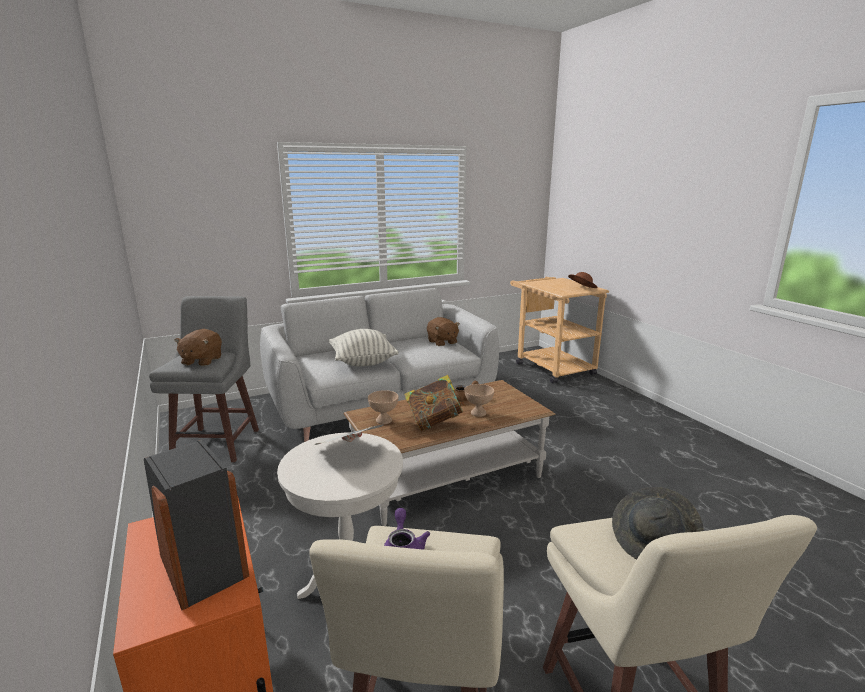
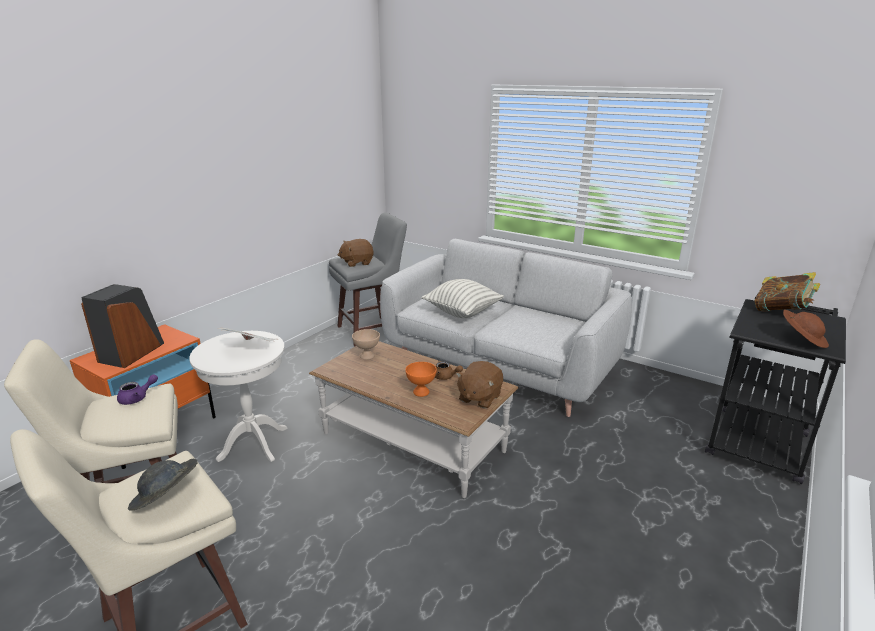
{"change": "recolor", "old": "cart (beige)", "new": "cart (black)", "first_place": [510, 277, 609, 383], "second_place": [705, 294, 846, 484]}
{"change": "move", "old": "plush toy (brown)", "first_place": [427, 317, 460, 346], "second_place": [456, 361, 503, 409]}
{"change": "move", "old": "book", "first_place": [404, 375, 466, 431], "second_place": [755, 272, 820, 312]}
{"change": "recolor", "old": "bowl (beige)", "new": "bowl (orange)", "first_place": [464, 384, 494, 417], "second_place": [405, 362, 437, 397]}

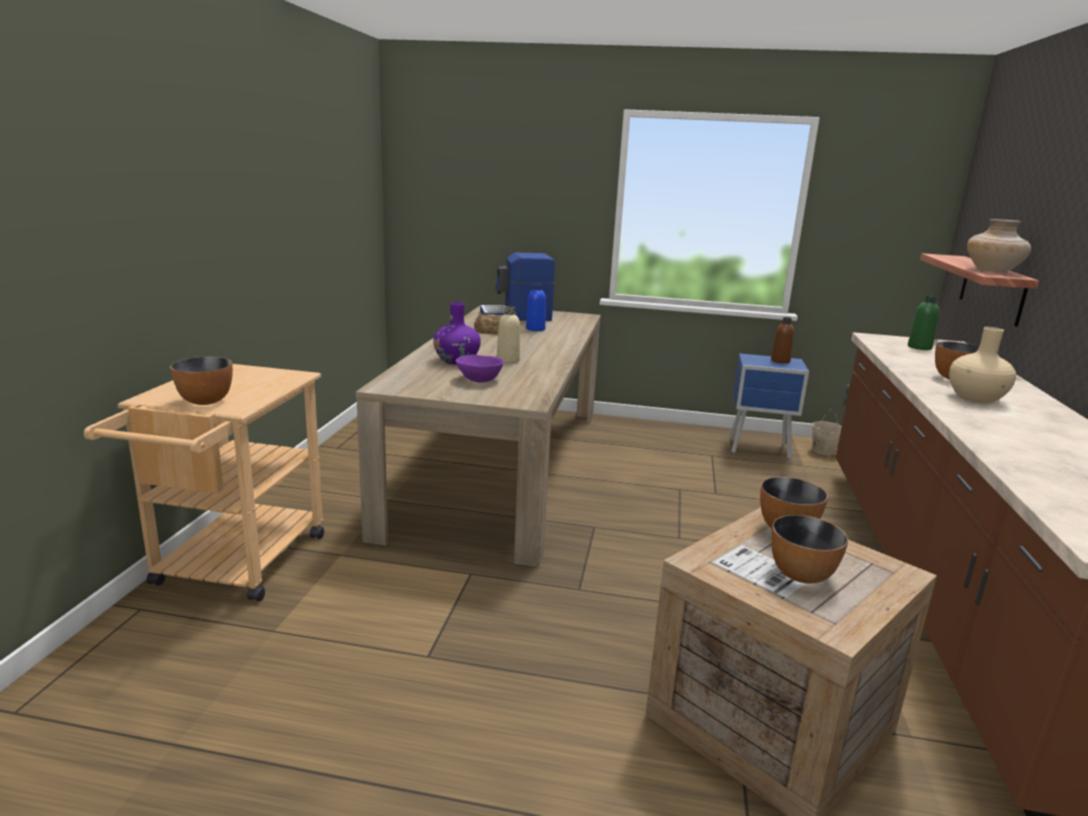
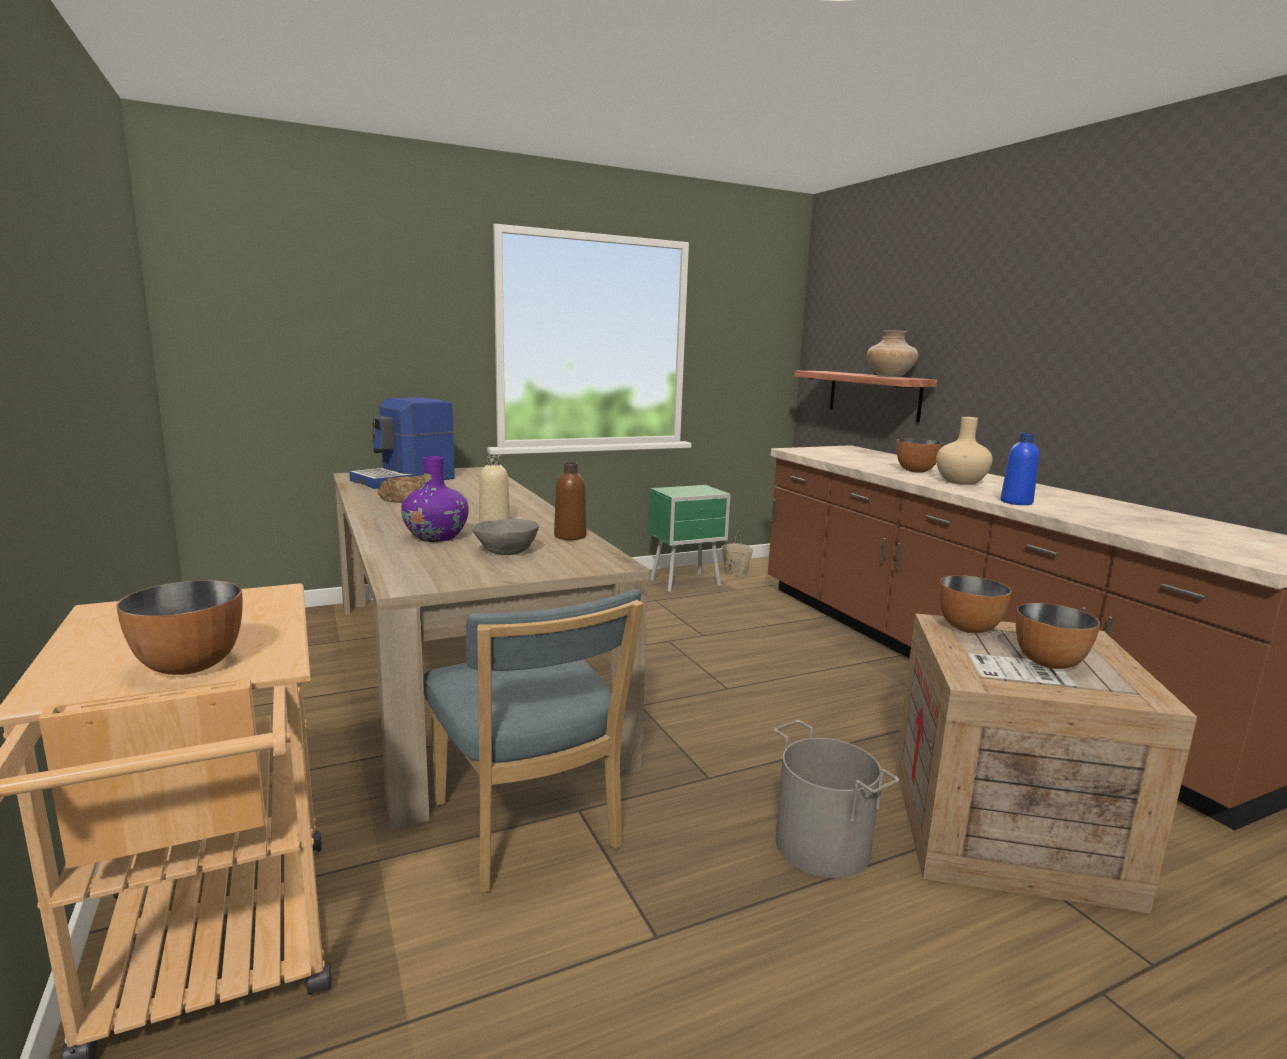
{"change": "move", "old": "bottle (blue)", "first_place": [526, 283, 546, 331], "second_place": [1000, 433, 1039, 505]}
{"change": "delete", "old": "bottle (green)", "first_place": [908, 295, 939, 350]}
{"change": "move", "old": "bottle (brown)", "first_place": [771, 317, 794, 363], "second_place": [554, 462, 586, 540]}
{"change": "recolor", "old": "nightstand (blue)", "new": "nightstand (green)", "first_place": [729, 353, 809, 459], "second_place": [648, 485, 730, 593]}
{"change": "recolor", "old": "bowl (purple)", "new": "bowl (grey)", "first_place": [456, 355, 504, 383], "second_place": [472, 519, 539, 555]}
{"change": "insert", "new": "chair (blue)", "second_place": [423, 589, 644, 892]}
{"change": "insert", "new": "bucket (grey)", "second_place": [773, 720, 899, 878]}

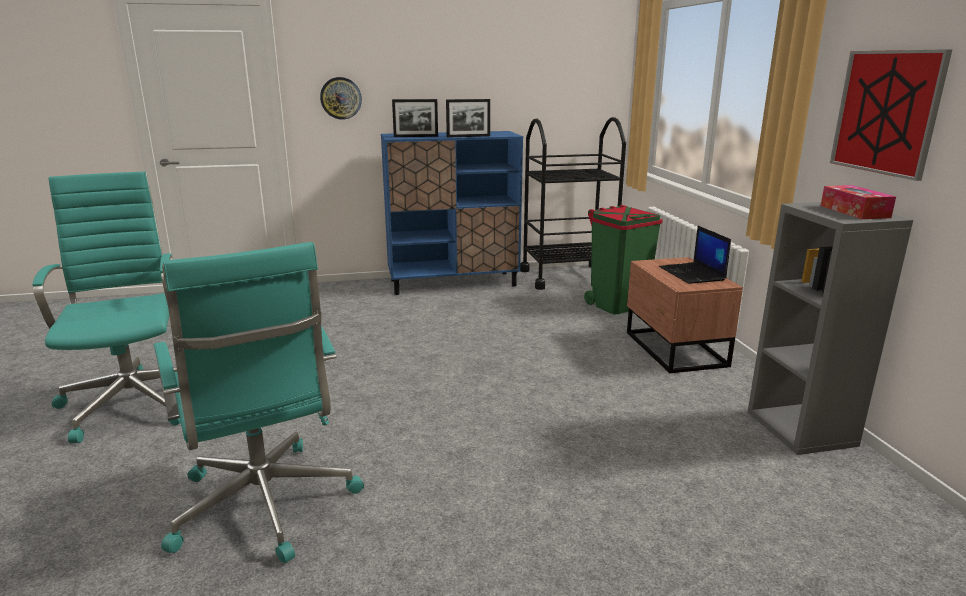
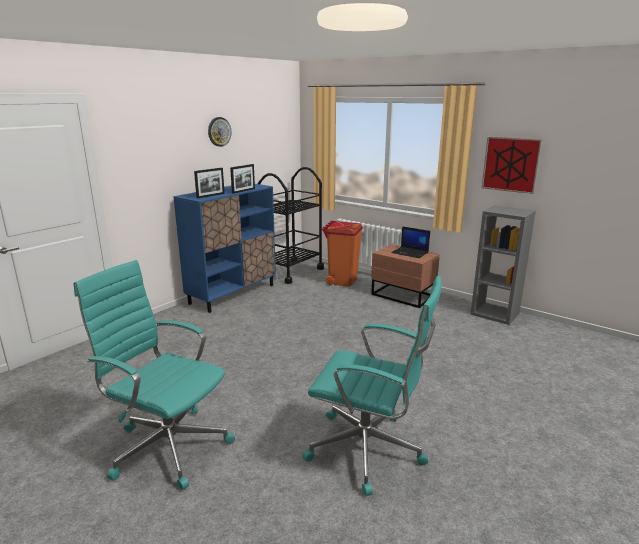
{"change": "move", "old": "wall clock", "first_place": [320, 77, 362, 120], "second_place": [208, 117, 231, 147]}
{"change": "delete", "old": "tissue box", "first_place": [821, 185, 896, 219]}
{"change": "recolor", "old": "trash can (green)", "new": "trash can (orange)", "first_place": [584, 205, 662, 315], "second_place": [322, 221, 363, 287]}

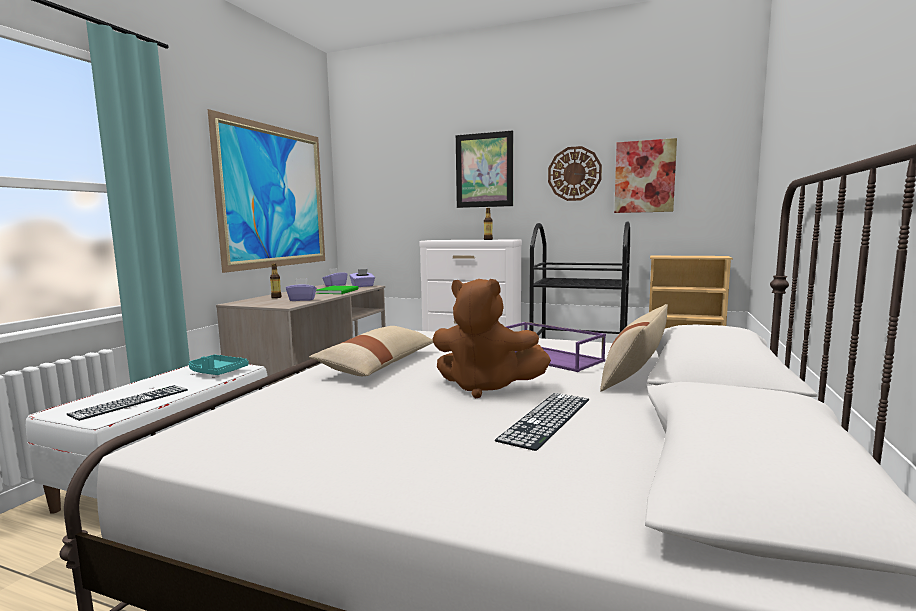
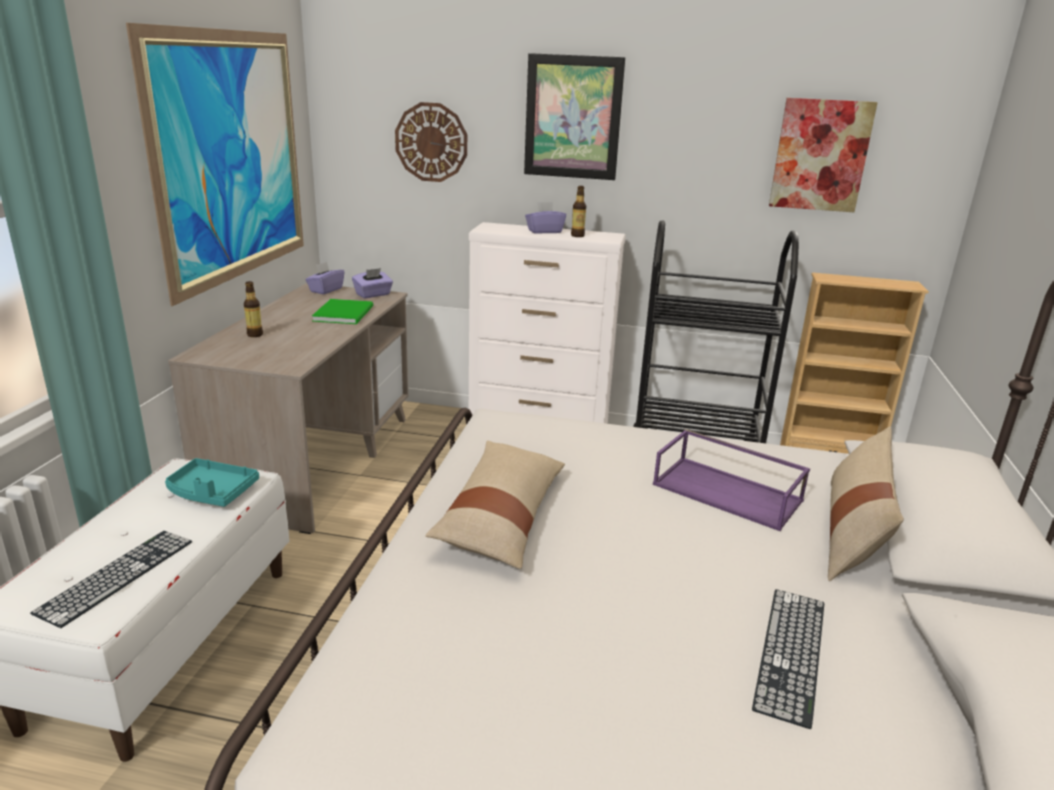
{"change": "move", "old": "wall clock", "first_place": [548, 146, 602, 201], "second_place": [395, 102, 467, 182]}
{"change": "move", "old": "tissue box (purple)", "first_place": [286, 278, 317, 301], "second_place": [525, 202, 566, 234]}
{"change": "delete", "old": "plush toy (brown)", "first_place": [432, 279, 551, 398]}

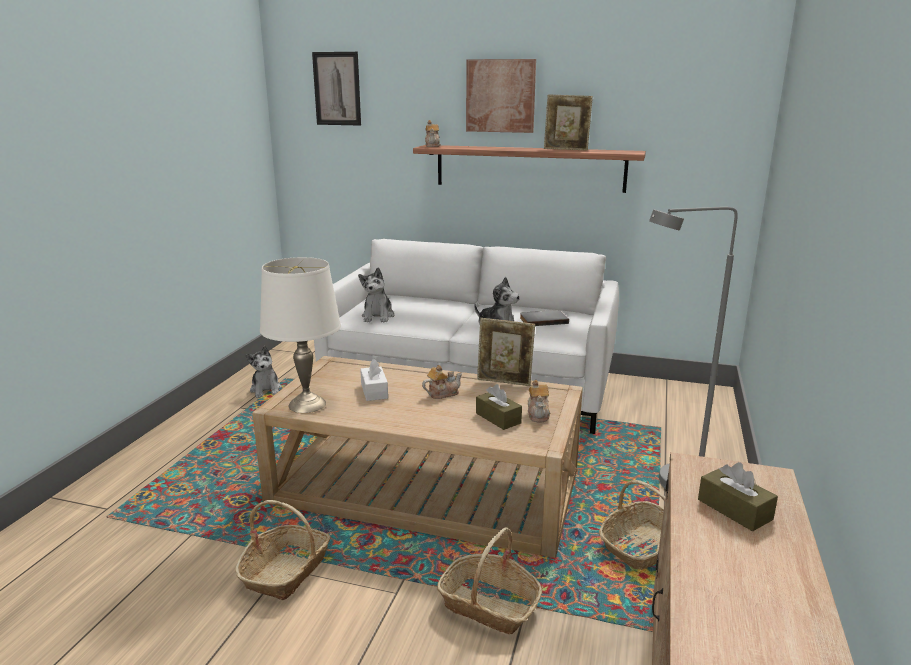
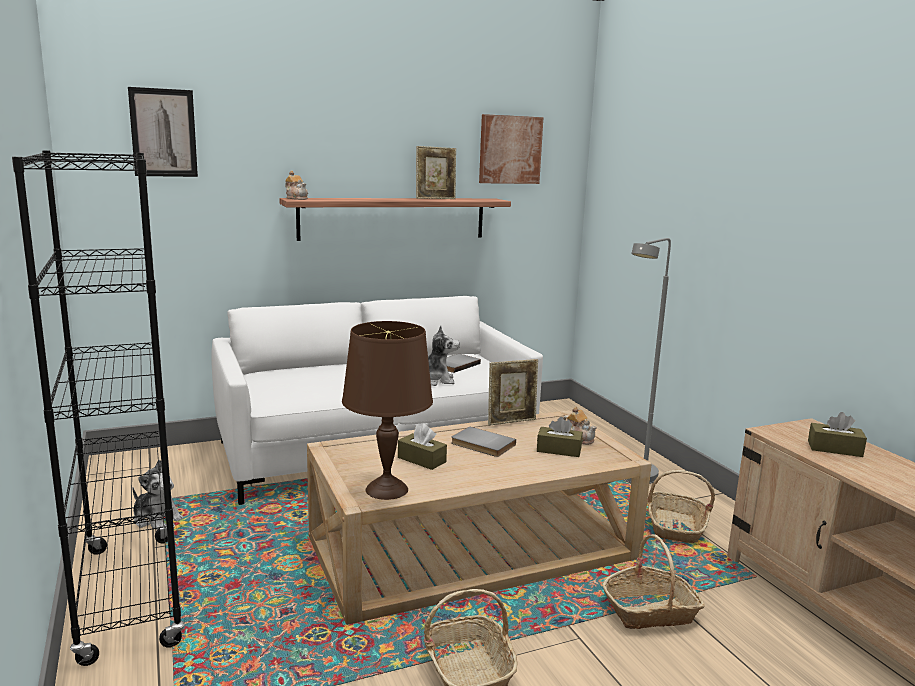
{"change": "move", "old": "picture", "first_place": [466, 59, 536, 133], "second_place": [479, 114, 543, 184]}
{"change": "recolor", "old": "table lamp (white)", "new": "table lamp (brown)", "first_place": [260, 257, 341, 413], "second_place": [342, 321, 433, 500]}
{"change": "delete", "old": "plush toy", "first_place": [358, 268, 394, 322]}
{"change": "recolor", "old": "tissue box (white)", "new": "tissue box (brown)", "first_place": [360, 359, 388, 401], "second_place": [398, 424, 447, 470]}
{"change": "replace", "old": "teapot", "new": "book (grey)", "first_place": [422, 365, 462, 399], "second_place": [451, 426, 516, 457]}
{"change": "insert", "new": "bookcase (black)", "second_place": [12, 150, 185, 666]}

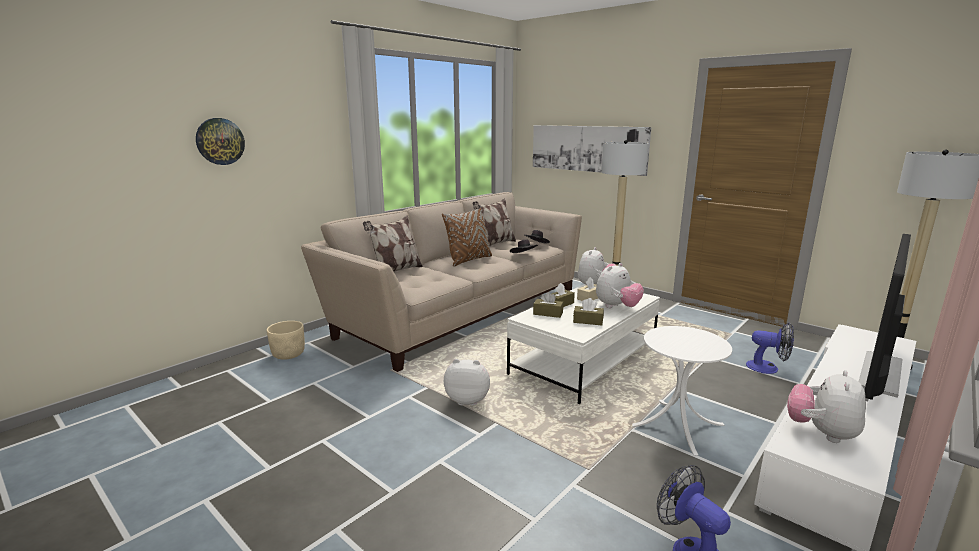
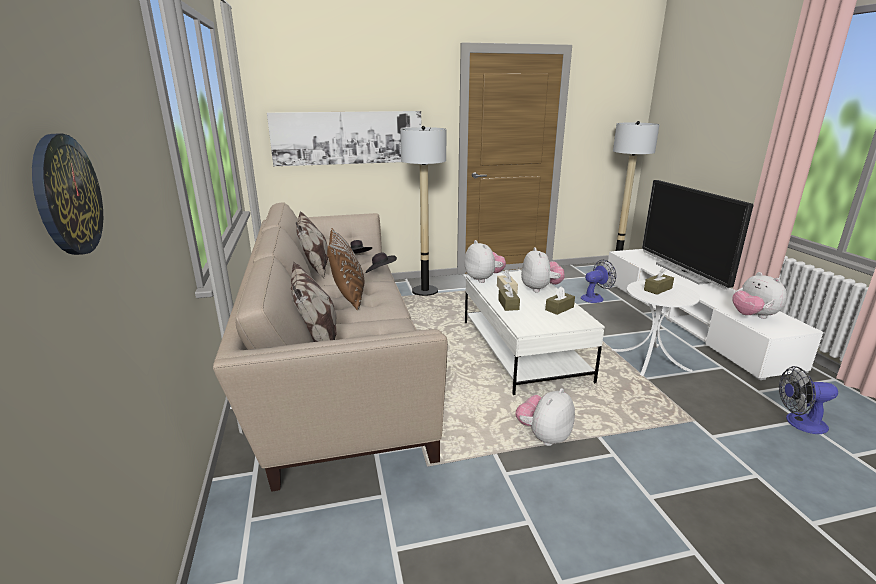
{"change": "move", "old": "tissue box (brown)", "first_place": [533, 292, 563, 318], "second_place": [644, 268, 674, 295]}
{"change": "delete", "old": "planter (beige)", "first_place": [267, 321, 305, 360]}

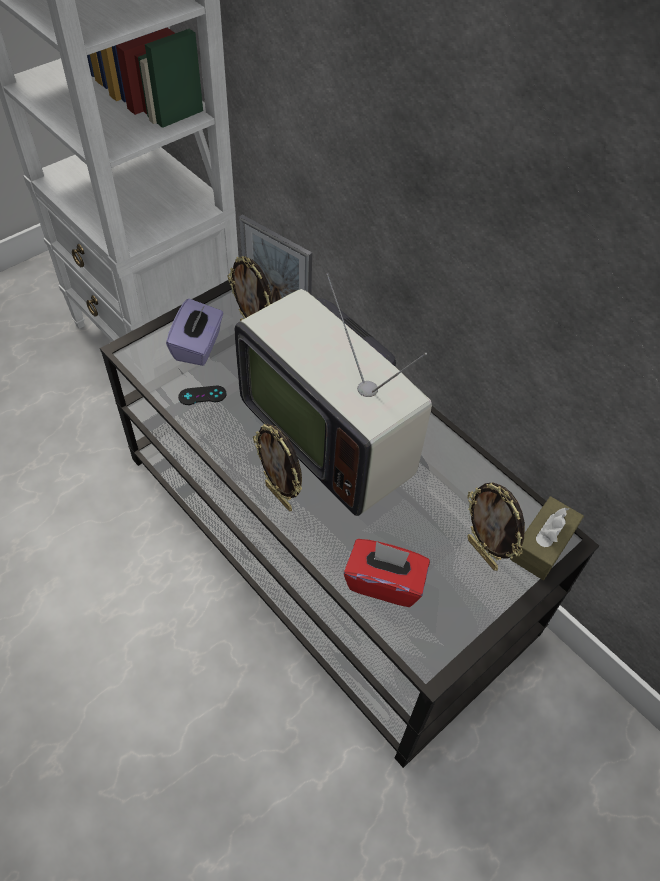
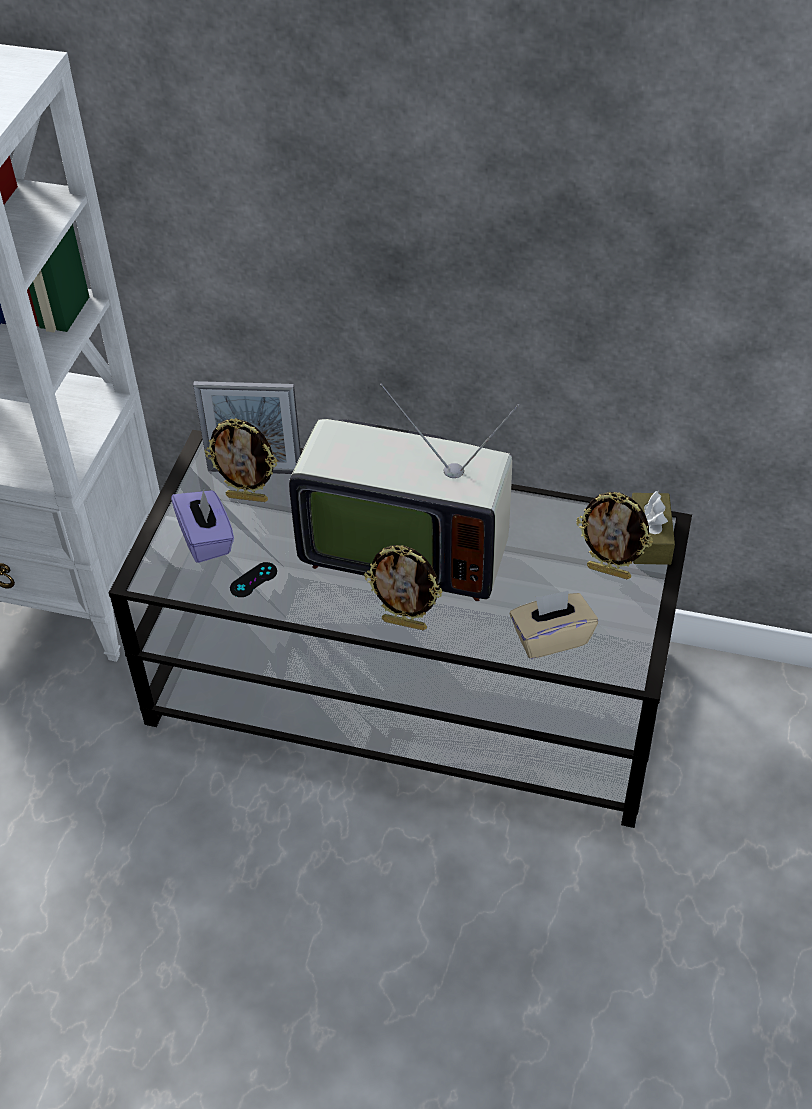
{"change": "recolor", "old": "tissue box (red)", "new": "tissue box (beige)", "first_place": [344, 539, 430, 607], "second_place": [510, 591, 598, 659]}

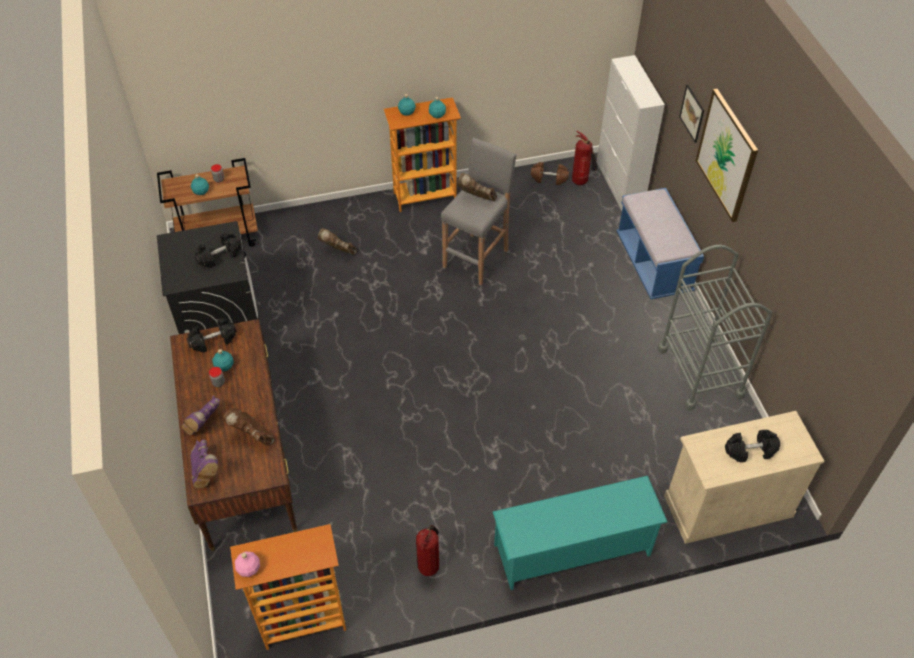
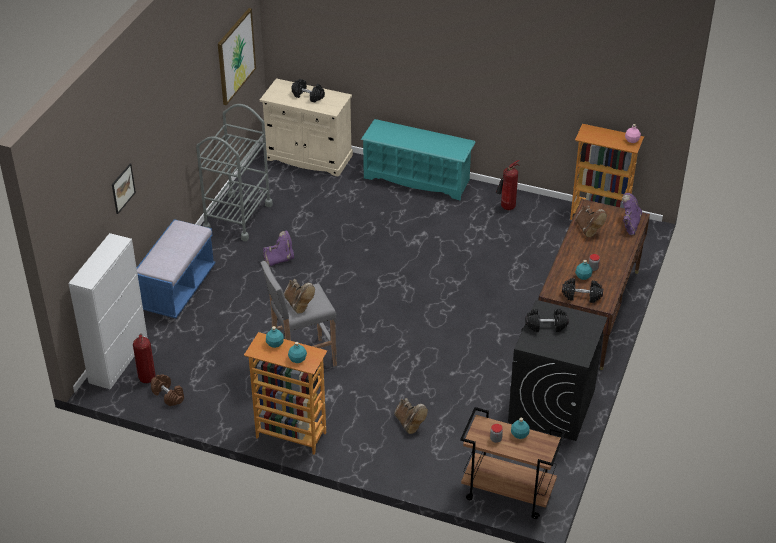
{"change": "move", "old": "picture", "first_place": [696, 89, 758, 222], "second_place": [218, 8, 256, 105]}
{"change": "move", "old": "boot (purple)", "first_place": [181, 395, 220, 435], "second_place": [263, 230, 294, 267]}

